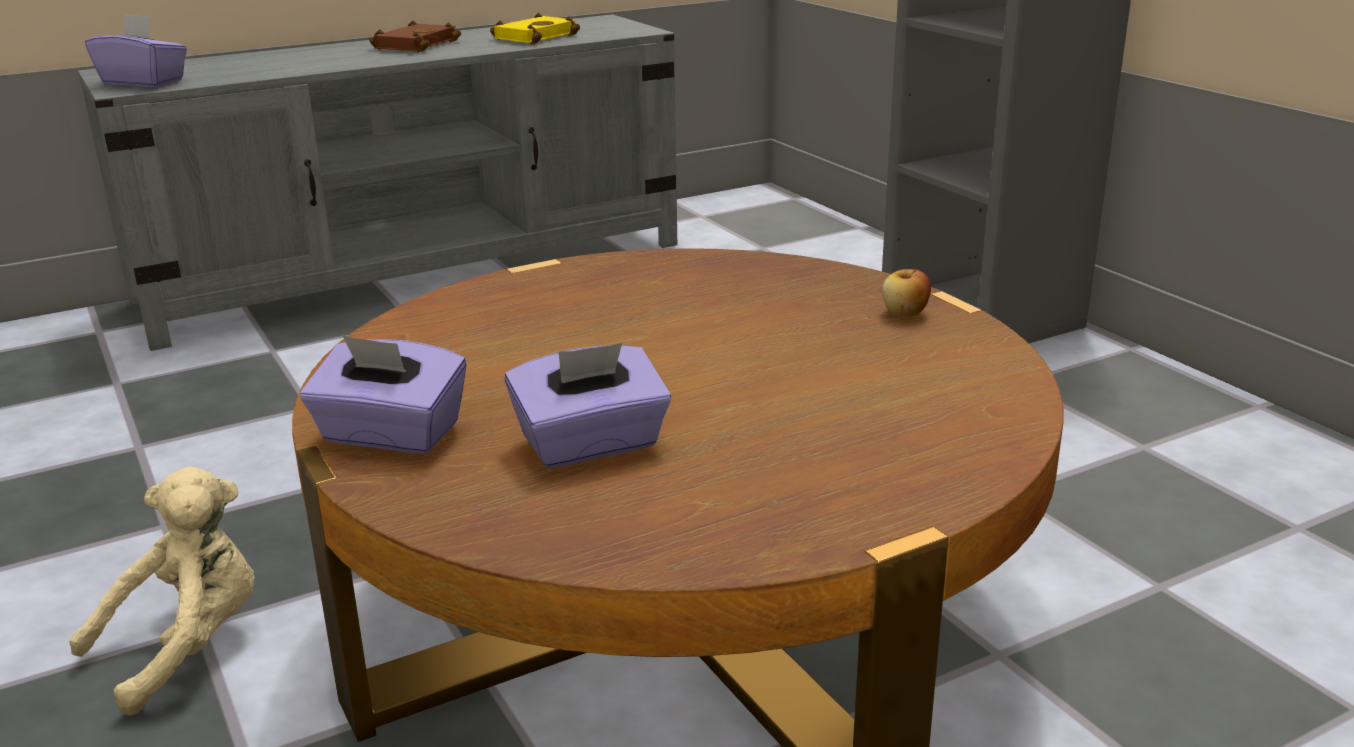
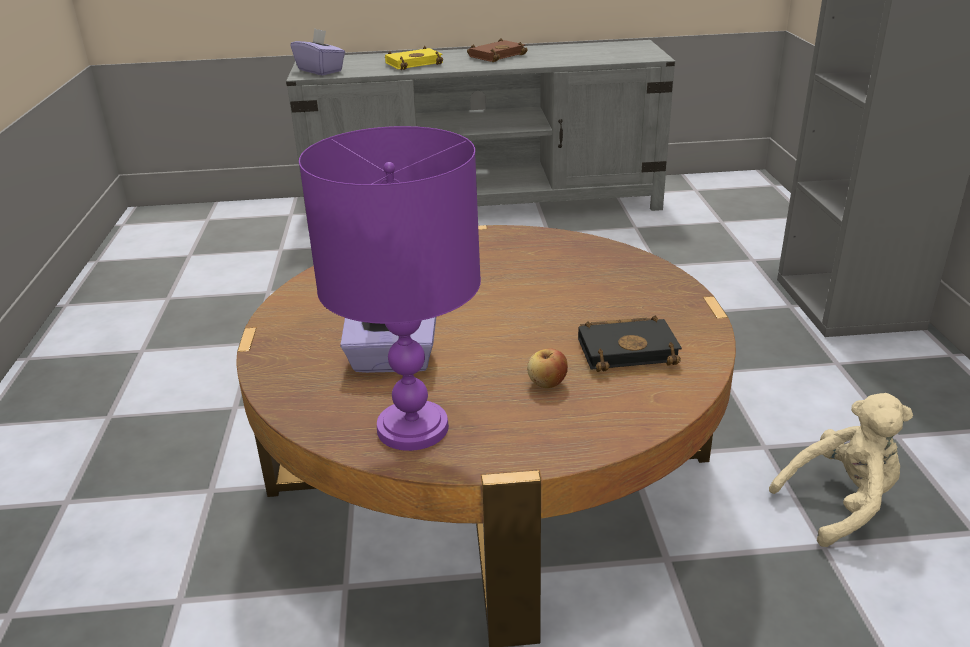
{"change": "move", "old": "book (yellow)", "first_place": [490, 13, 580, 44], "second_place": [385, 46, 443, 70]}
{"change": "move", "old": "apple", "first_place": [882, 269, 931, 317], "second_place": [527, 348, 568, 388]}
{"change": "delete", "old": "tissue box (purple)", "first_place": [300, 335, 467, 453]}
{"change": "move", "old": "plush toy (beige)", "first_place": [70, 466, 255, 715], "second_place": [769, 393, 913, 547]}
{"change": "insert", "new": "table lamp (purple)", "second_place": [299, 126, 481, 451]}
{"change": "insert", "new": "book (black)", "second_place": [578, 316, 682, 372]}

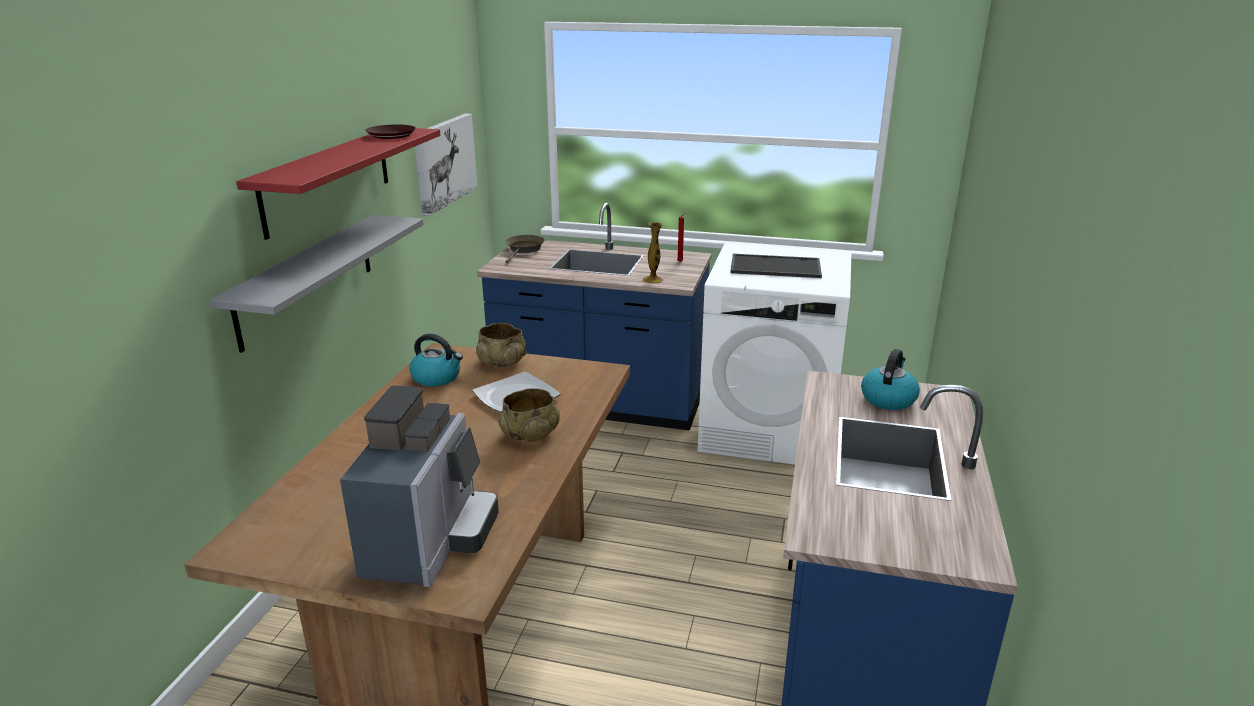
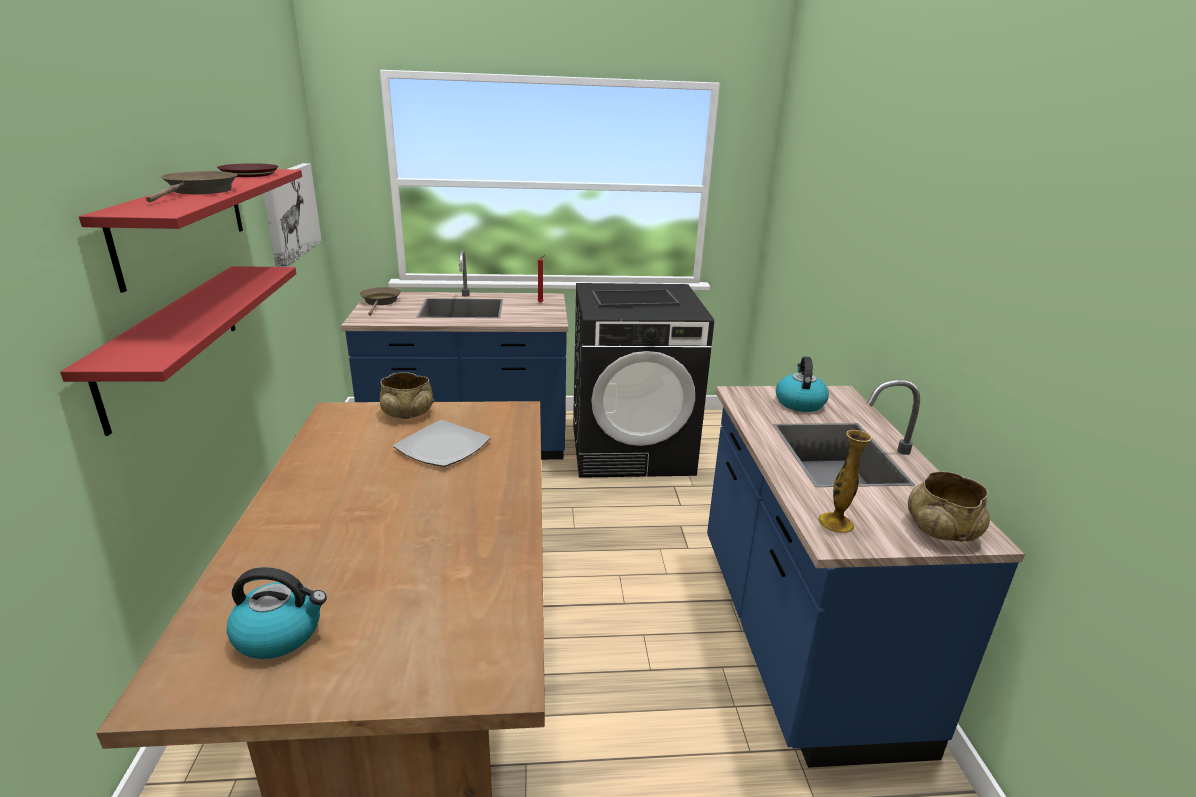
{"change": "recolor", "old": "shelf (grey)", "new": "shelf (red)", "first_place": [209, 215, 424, 353], "second_place": [60, 266, 296, 436]}
{"change": "move", "old": "vase", "first_place": [643, 222, 663, 283], "second_place": [818, 430, 872, 533]}
{"change": "recolor", "old": "washing machine (white)", "new": "washing machine (black)", "first_place": [698, 243, 851, 465], "second_place": [573, 283, 714, 478]}
{"change": "move", "old": "kettle", "first_place": [409, 334, 463, 387], "second_place": [227, 567, 327, 659]}
{"change": "delete", "old": "coffee machine", "first_place": [340, 385, 499, 587]}
{"change": "move", "old": "bowl (beige)", "first_place": [498, 388, 560, 442], "second_place": [908, 471, 990, 542]}
{"change": "insert", "new": "frying pan (brown)", "second_place": [146, 171, 237, 202]}

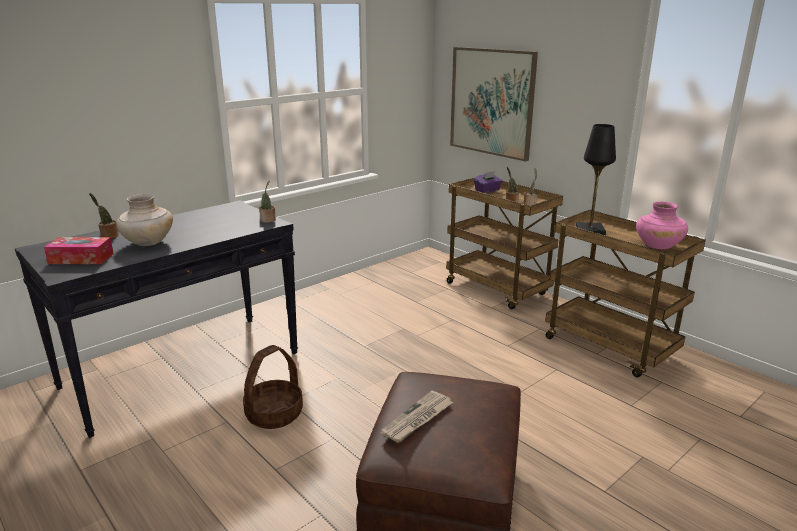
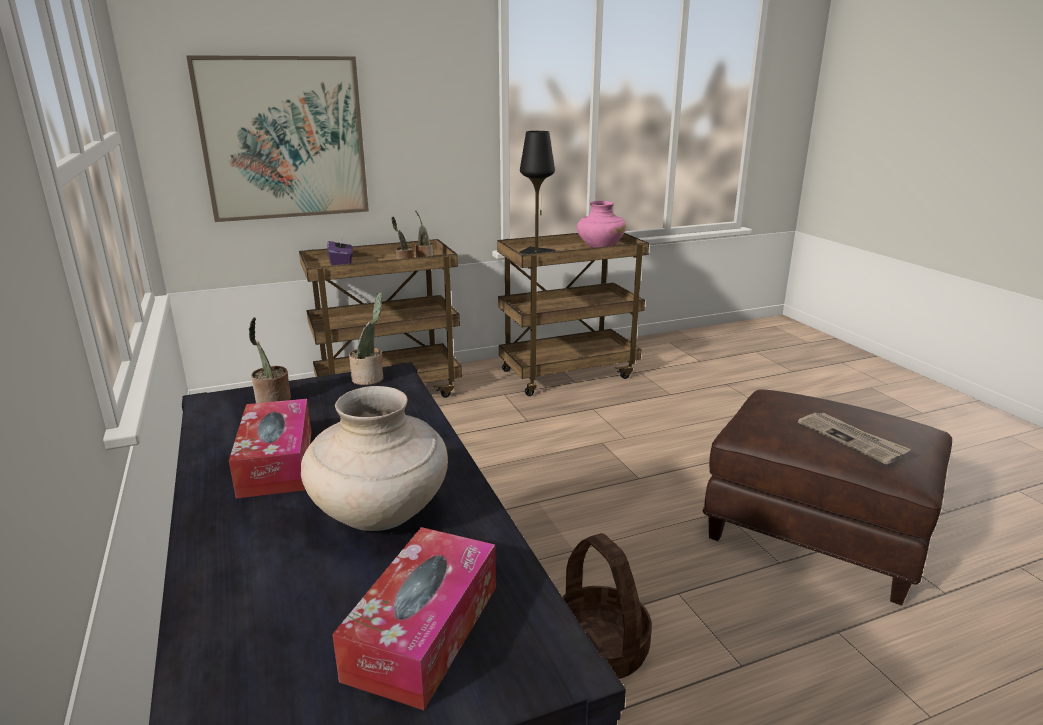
{"change": "move", "old": "potted plant", "first_place": [89, 193, 119, 239], "second_place": [249, 317, 291, 403]}
{"change": "insert", "new": "tissue box", "second_place": [229, 399, 311, 499]}

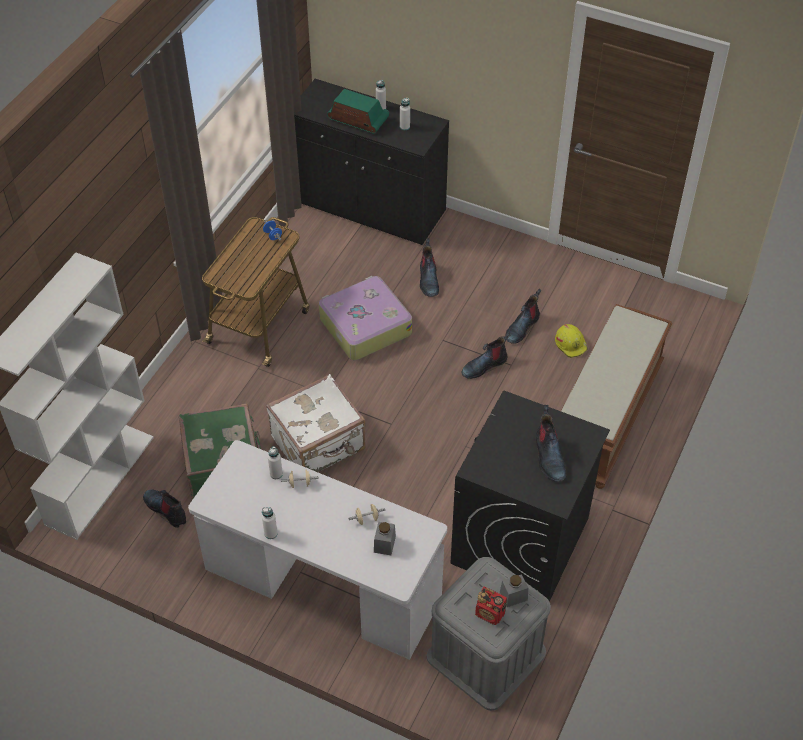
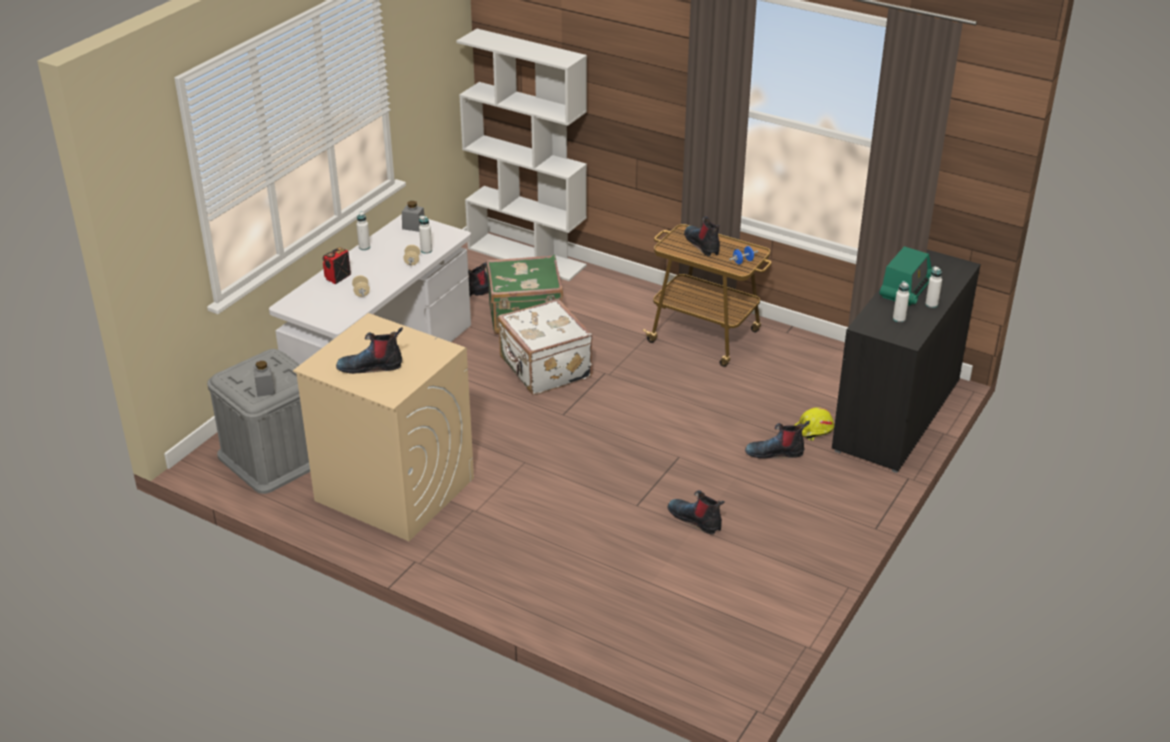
{"change": "delete", "old": "suitcase", "first_place": [319, 276, 412, 360]}
{"change": "delete", "old": "bench (brown)", "first_place": [561, 304, 672, 489]}
{"change": "move", "old": "hard hat (yellow)", "first_place": [555, 324, 588, 358], "second_place": [795, 407, 834, 441]}
{"change": "move", "old": "boot", "first_place": [462, 332, 510, 379], "second_place": [684, 216, 720, 256]}
{"change": "recolor", "old": "washing machine (black)", "new": "washing machine (beige)", "first_place": [451, 391, 610, 602], "second_place": [293, 313, 474, 541]}
{"change": "move", "old": "jar (grey)", "first_place": [374, 522, 396, 555], "second_place": [402, 201, 425, 232]}
{"change": "move", "old": "radio", "first_place": [475, 586, 507, 625], "second_place": [323, 247, 351, 284]}

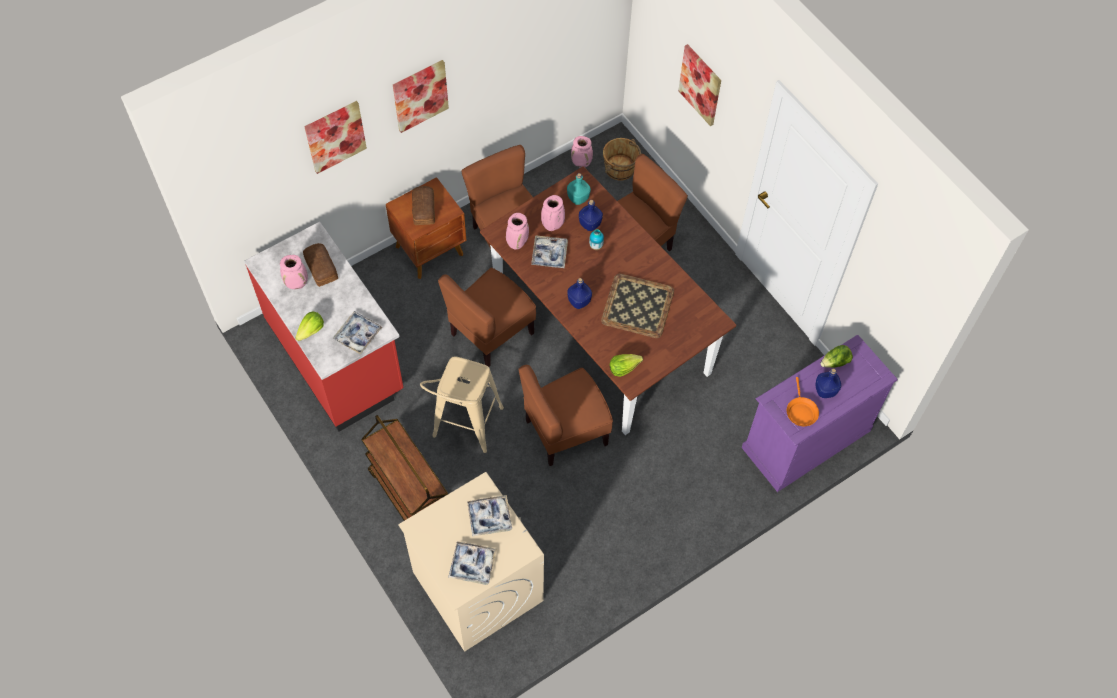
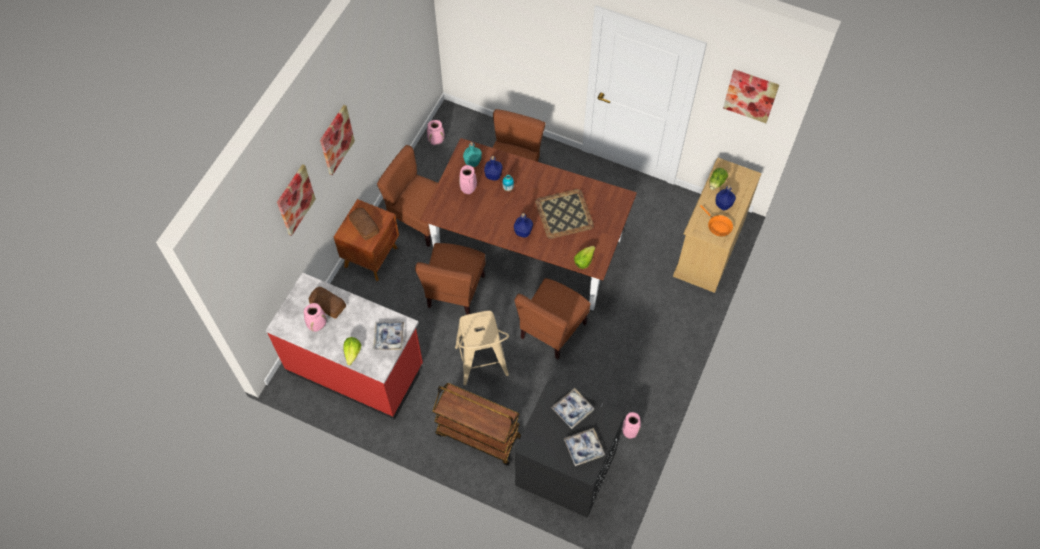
{"change": "move", "old": "picture", "first_place": [678, 44, 721, 126], "second_place": [723, 69, 779, 123]}
{"change": "delete", "old": "bucket (brown)", "first_place": [603, 138, 641, 181]}
{"change": "move", "old": "vase (pink)", "first_place": [506, 213, 529, 250], "second_place": [623, 412, 641, 439]}
{"change": "delete", "old": "tray", "first_place": [531, 235, 568, 268]}
{"change": "recolor", "old": "dresser (purple)", "new": "dresser (beige)", "first_place": [742, 335, 897, 492], "second_place": [673, 158, 762, 293]}
{"change": "recolor", "old": "washing machine (beige)", "new": "washing machine (black)", "first_place": [398, 472, 544, 652], "second_place": [514, 381, 625, 518]}

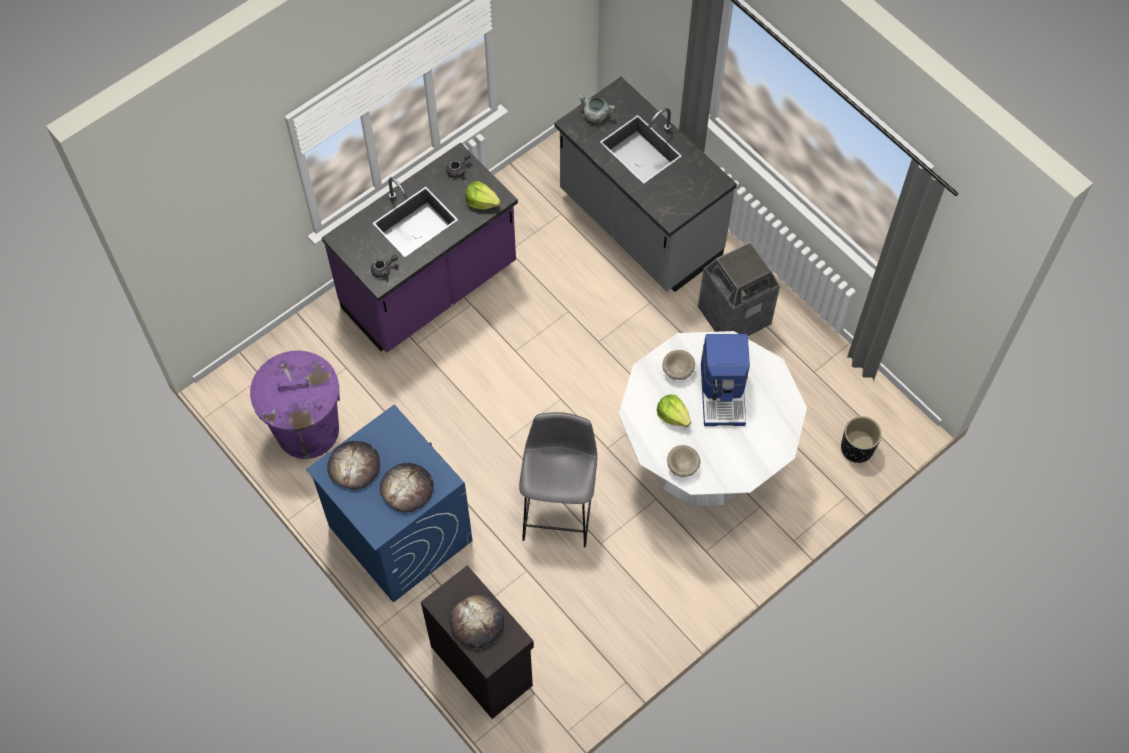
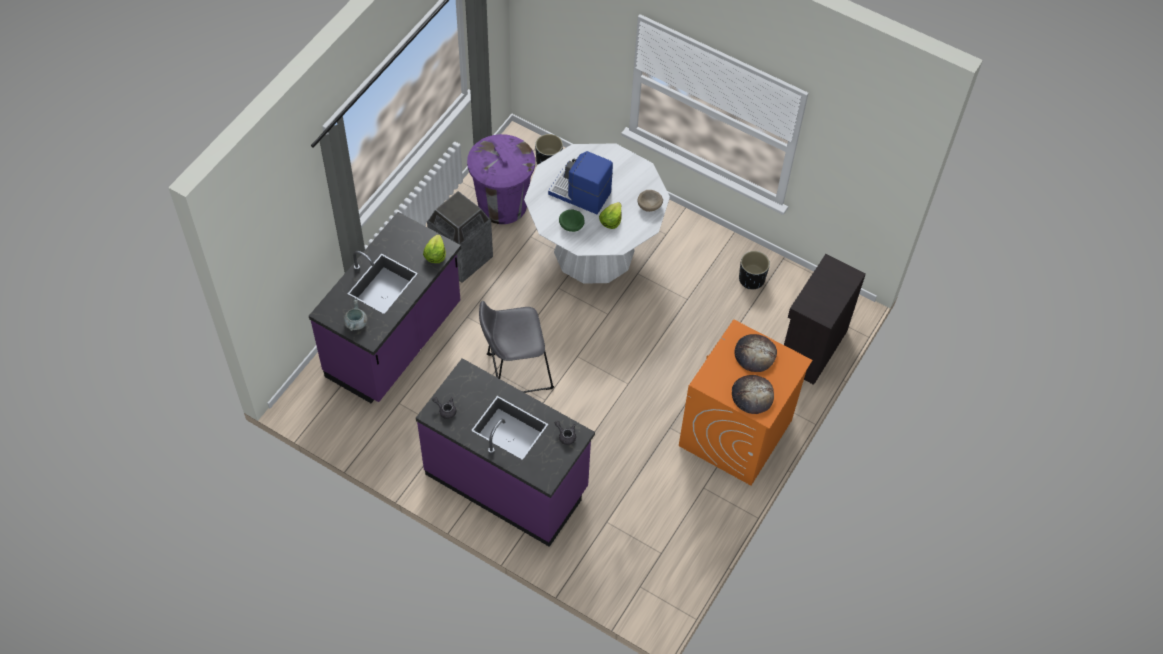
{"change": "recolor", "old": "counter (grey)", "new": "counter (purple)", "first_place": [554, 77, 737, 292], "second_place": [309, 212, 461, 403]}
{"change": "move", "old": "lettuce", "first_place": [465, 181, 501, 209], "second_place": [423, 234, 446, 263]}
{"change": "rotate", "old": "coffee machine", "first_place": [701, 334, 750, 426], "second_place": [548, 151, 613, 214], "degrees": -135}
{"change": "recolor", "old": "bowl (beige)", "new": "bowl (green)", "first_place": [662, 350, 695, 380], "second_place": [559, 210, 585, 232]}
{"change": "move", "old": "trash can (purple)", "first_place": [250, 351, 340, 459], "second_place": [467, 134, 535, 224]}
{"change": "recolor", "old": "washing machine (blue)", "new": "washing machine (orange)", "first_place": [306, 405, 472, 603], "second_place": [679, 319, 812, 485]}
{"change": "move", "old": "stool (grey)", "first_place": [519, 412, 597, 547], "second_place": [479, 301, 554, 393]}
{"change": "delete", "old": "bread", "first_place": [450, 595, 504, 648]}
{"change": "insert", "new": "planter (black)", "second_place": [739, 251, 770, 289]}

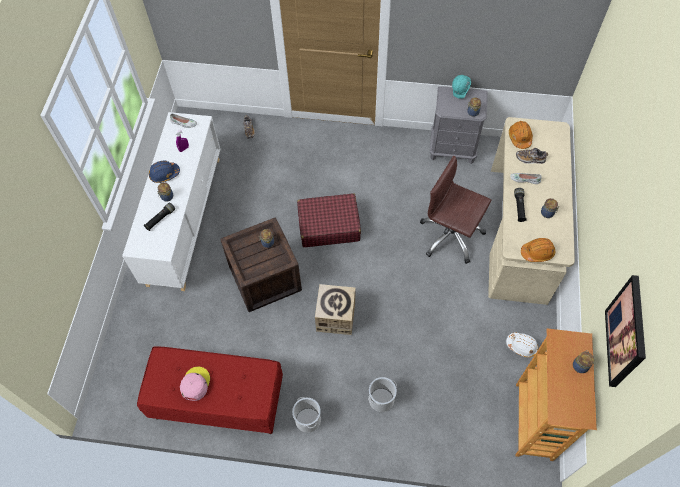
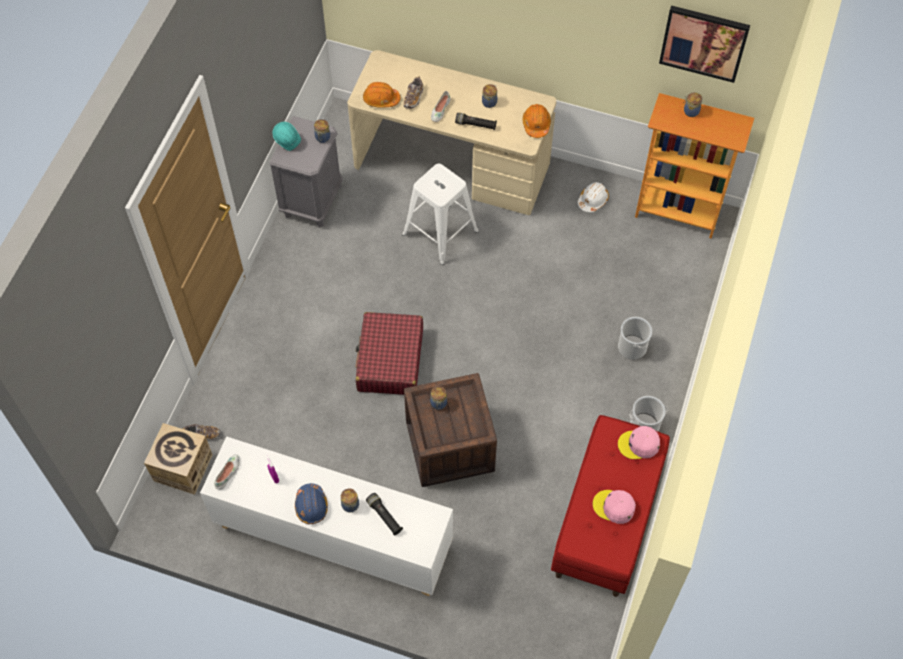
{"change": "replace", "old": "office chair (brown)", "new": "stool (white)", "first_place": [420, 156, 492, 264], "second_place": [402, 163, 479, 265]}
{"change": "move", "old": "cardboard box", "first_place": [315, 284, 355, 335], "second_place": [144, 423, 212, 495]}
{"change": "insert", "new": "cap (pink)", "second_place": [618, 426, 660, 459]}

